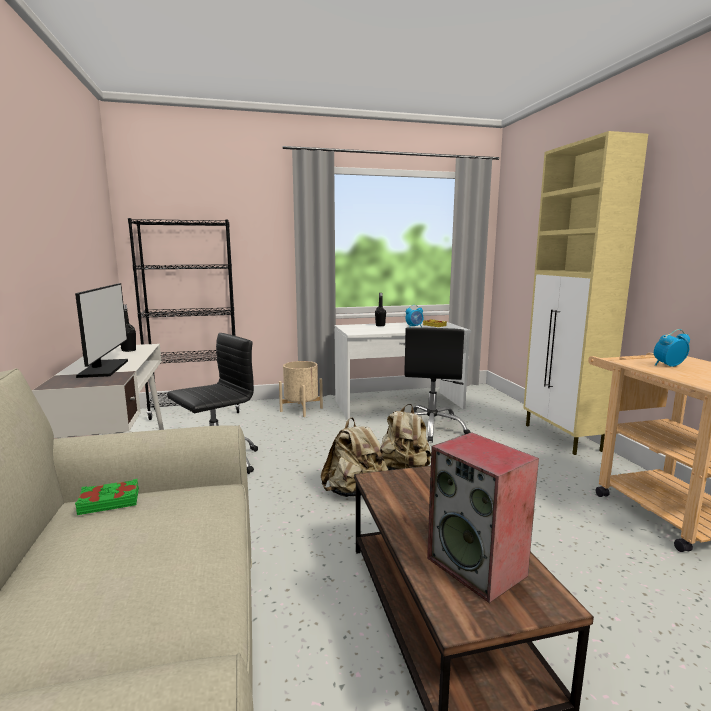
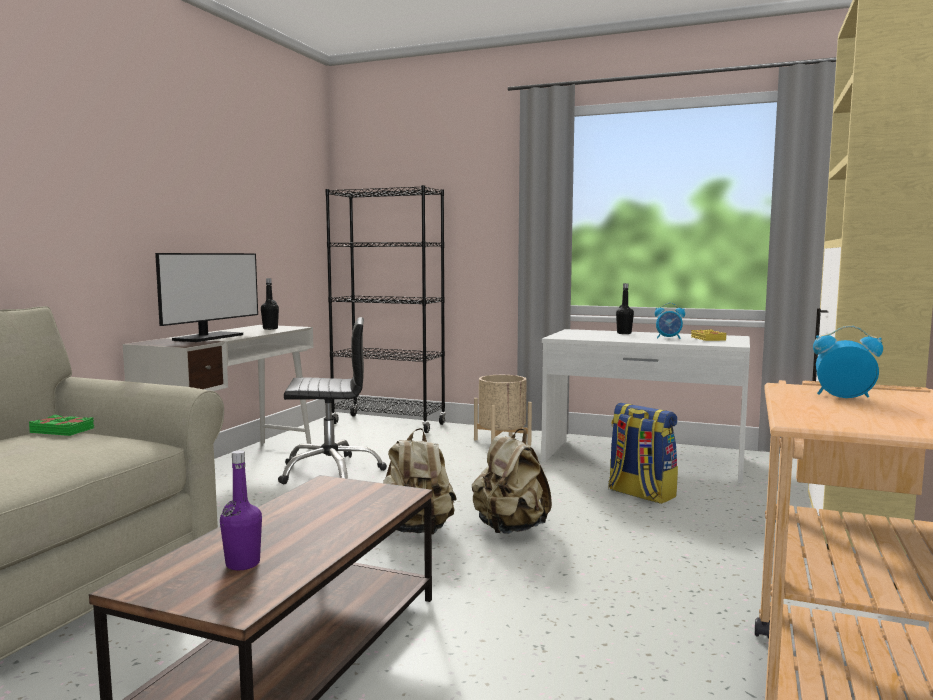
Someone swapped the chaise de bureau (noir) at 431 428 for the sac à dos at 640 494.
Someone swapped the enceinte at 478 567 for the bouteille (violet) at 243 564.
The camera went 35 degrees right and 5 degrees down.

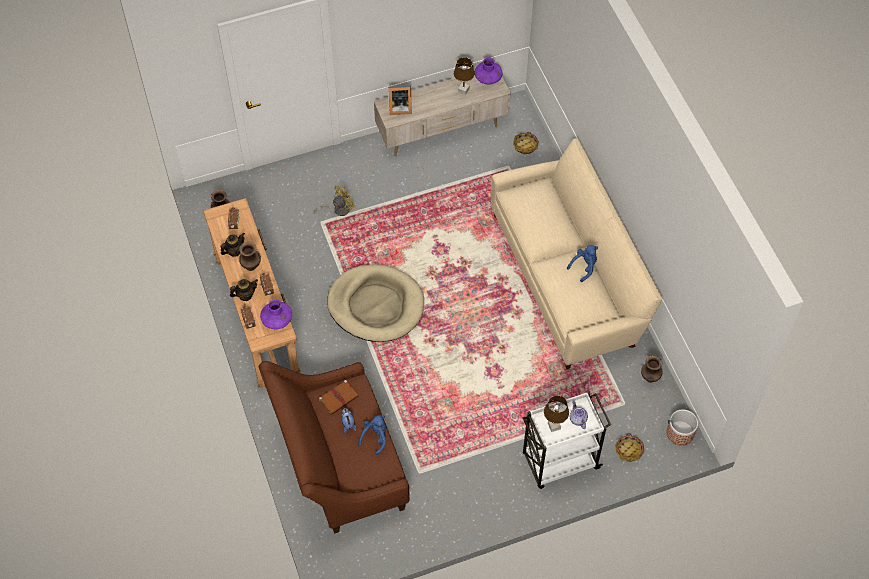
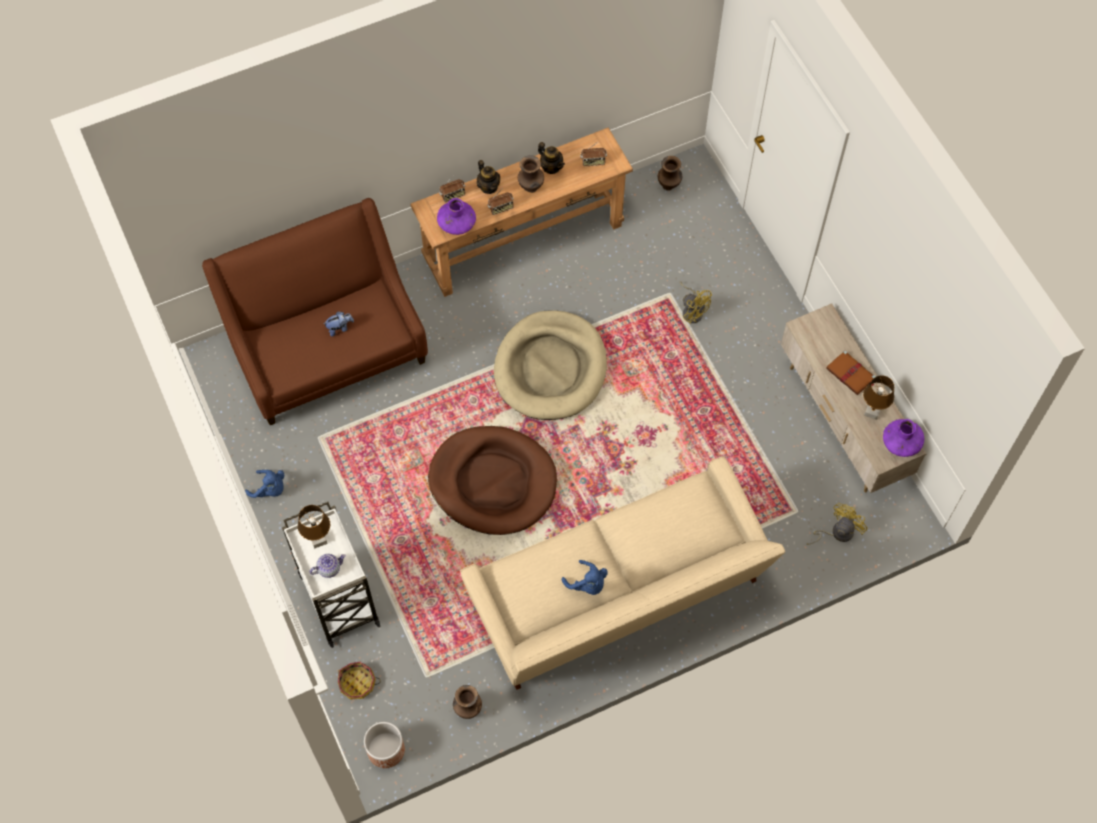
Someone took away the cadre photo at 399 107.
Someone put down the panier pour chien (marron) at 493 482.
Someone carried the livre (marron) from 339 397 to 851 374.
Someone carried the peluche (bleu) from 375 437 to 270 489.
Someone swapped the panier at 525 146 for the ventilateur (jaune) at 837 532.
The camera went 85 degrees right and 5 degrees up.

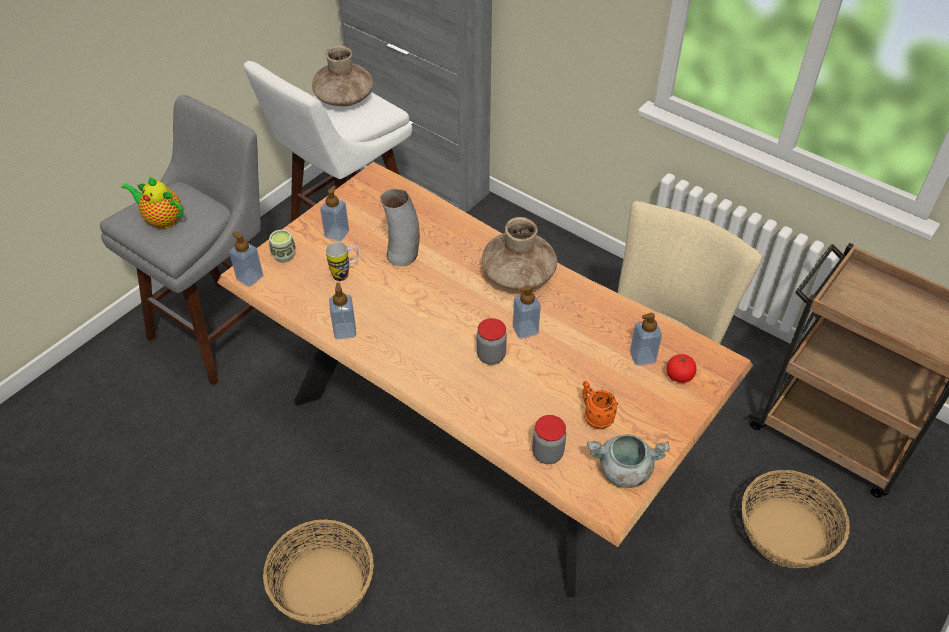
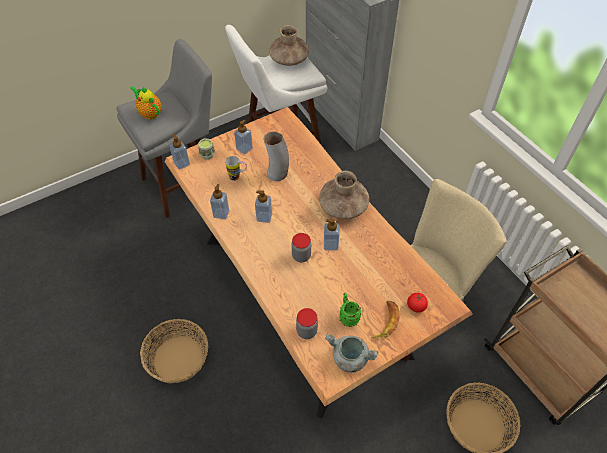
Someone put down the banane at 385 321.
Someone carried the distributeur de savon from 642 357 to 264 217.
Someone repainted the mug (orange) at 594 416, which became the mug (vert) at 348 316.
The camera went 20 degrees right and 5 degrees up.

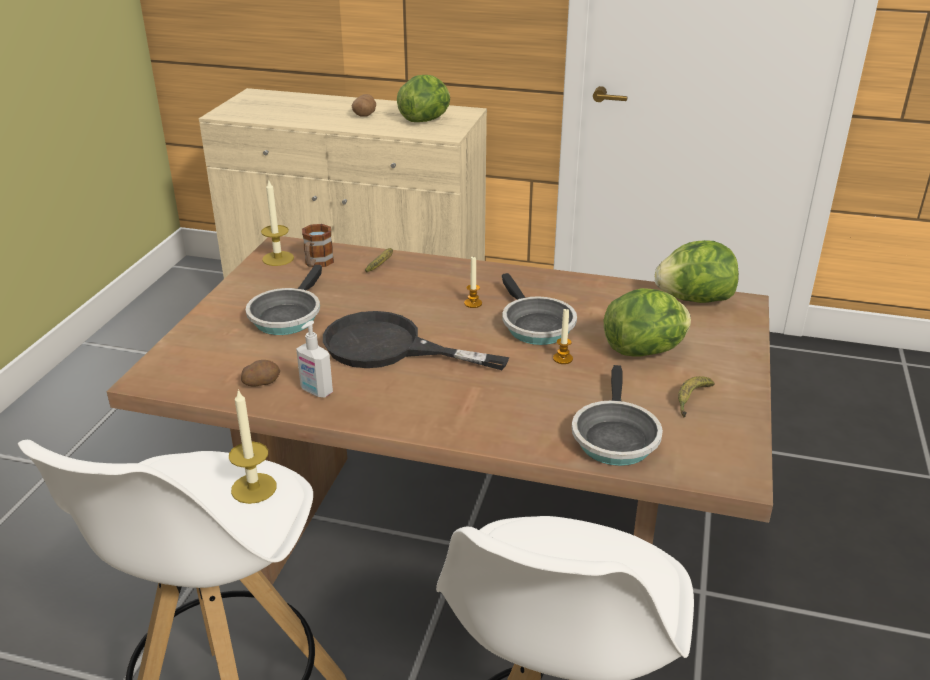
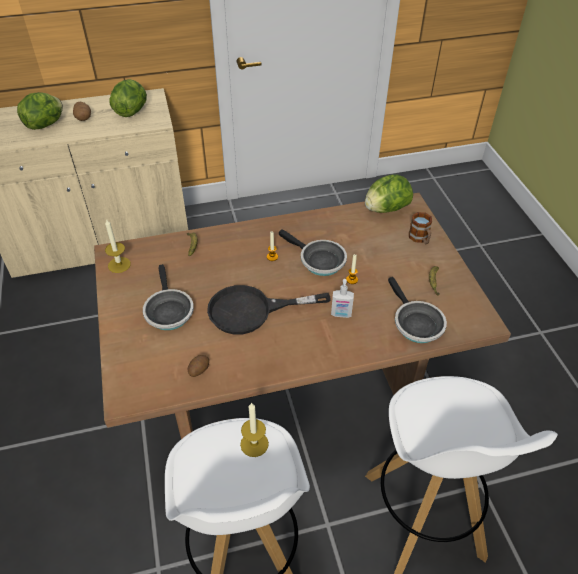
Someone carried the distributeur de savon from 316 391 to 341 314.
Someone carried the mug from 317 263 to 420 239.
Someone carried the laitue from 645 351 to 45 124.
The camera went 30 degrees left and 15 degrees up.

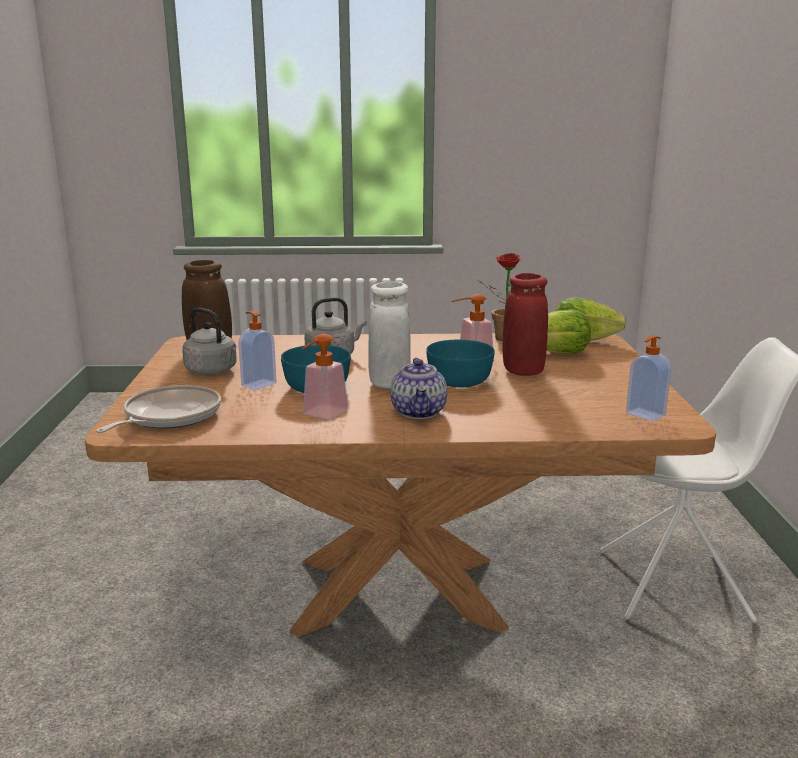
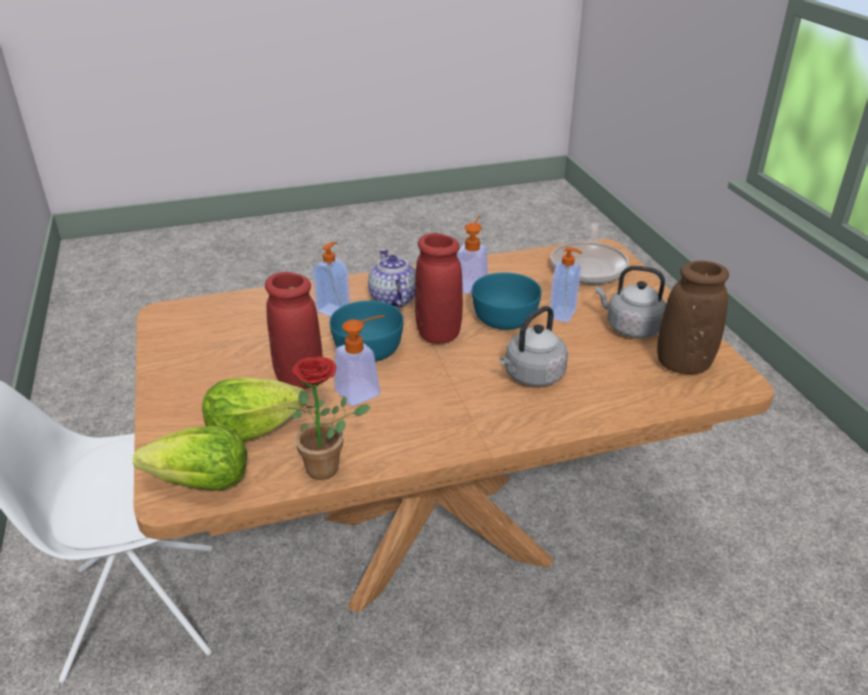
Someone carried the distributeur de savon from 644 415 to 334 310.
Someone repainted the vase (blanc) at 389 384, which became the vase (rouge) at 438 334.
The camera went 165 degrees right and 15 degrees up.

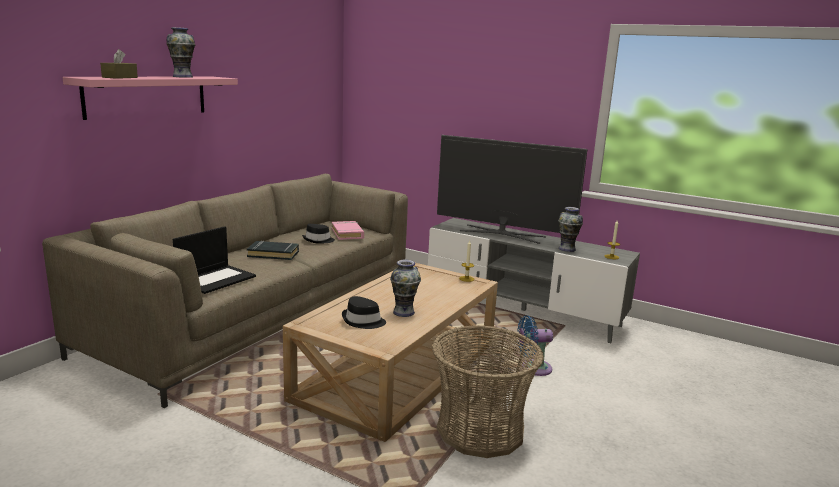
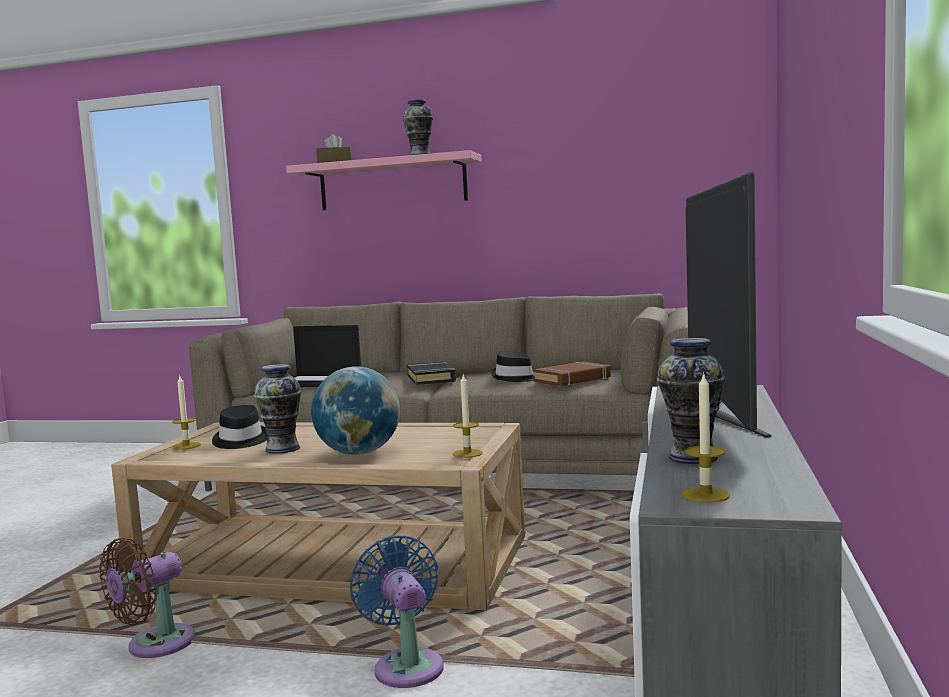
Someone put down the bougie at 186 446.
Someone put down the globe at 359 453.
Someone swapped the panier at 480 430 for the ventilateur (marron) at 154 645.
Someone repainted the livre (rose) at 347 233, which became the livre (marron) at 572 379.
The camera went 75 degrees right and 10 degrees down.

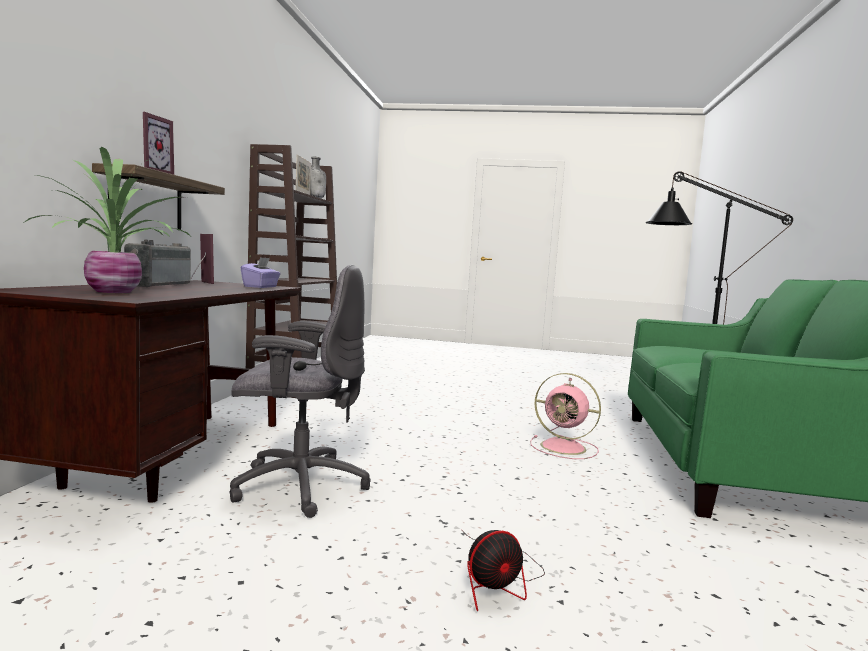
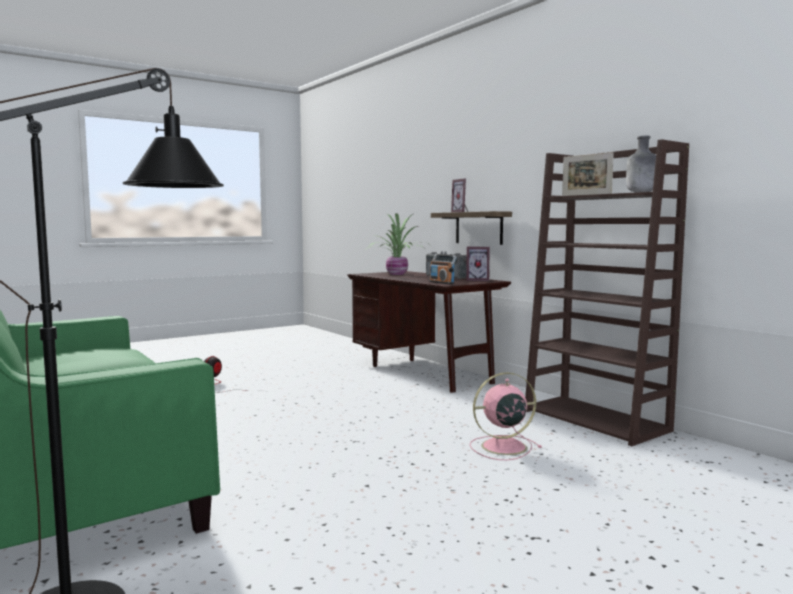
Someone took away the chaise de bureau (gris) at 298 486.
Someone carried the ventilateur (rose) from 565 447 to 502 447.
Someone swapped the boîte à mouchoirs (violet) at 261 287 for the radio at 442 282.
The camera went 135 degrees right and 0 degrees up.

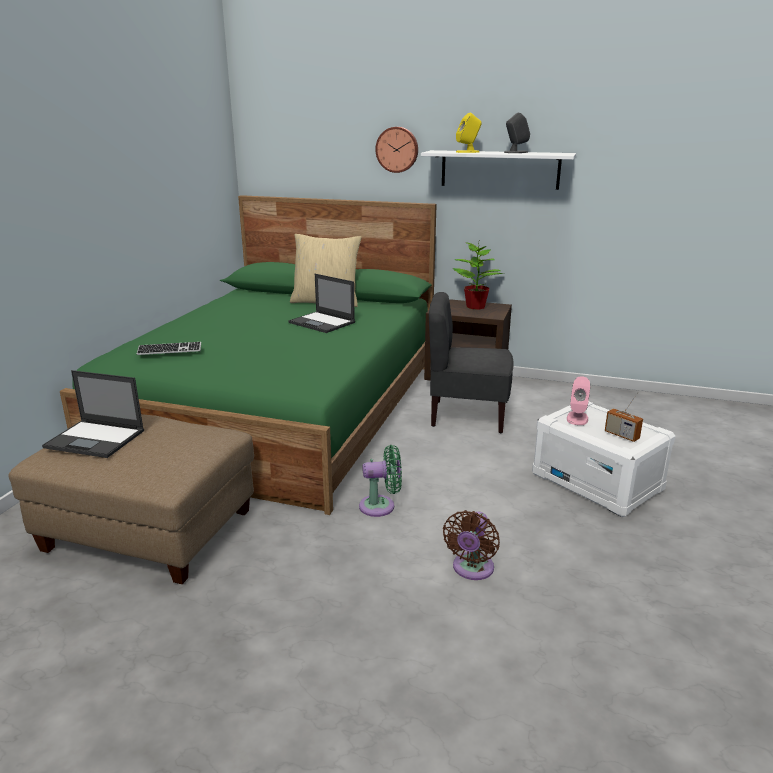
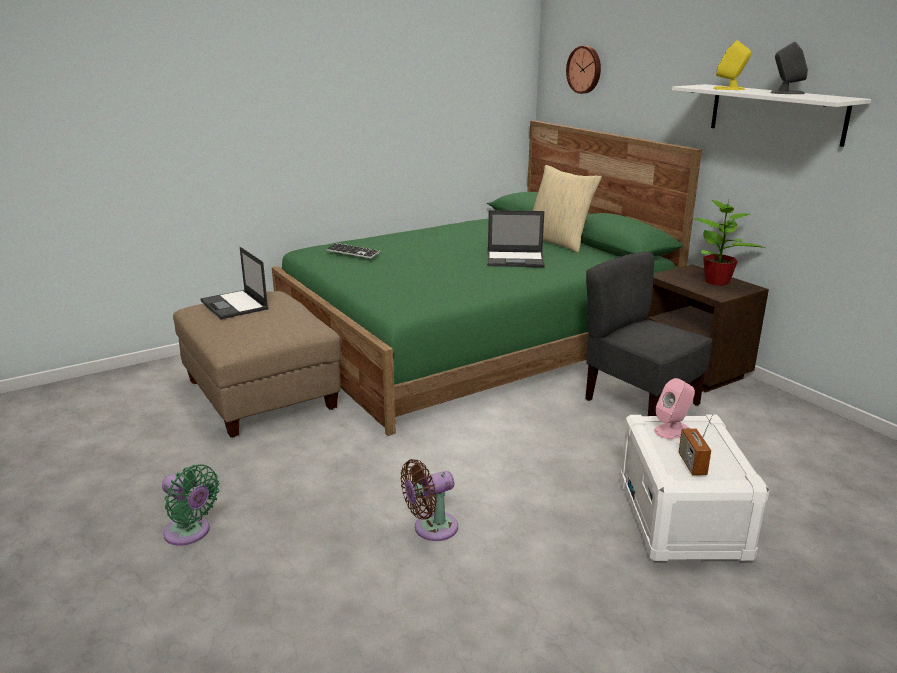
Someone carried the ventilateur (vert) from 381 506 to 190 533.
Someone carried the horloge murale from 397 149 to 585 69.
Someone rotated the ordinateur portable at 322 323 by 75 degrees counterclockwise.
The camera went 40 degrees right and 0 degrees up.

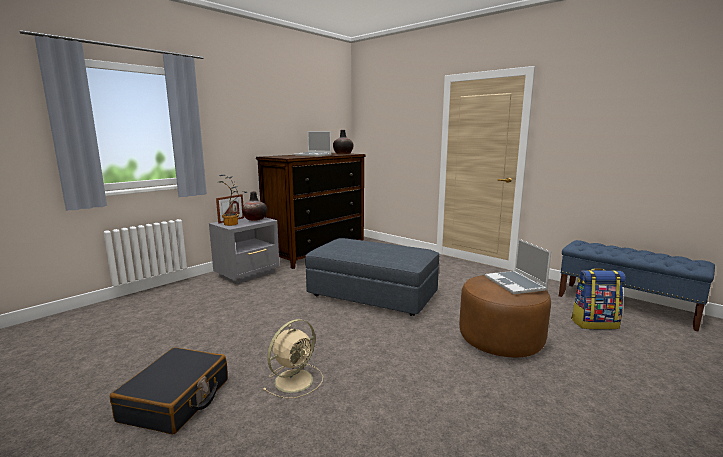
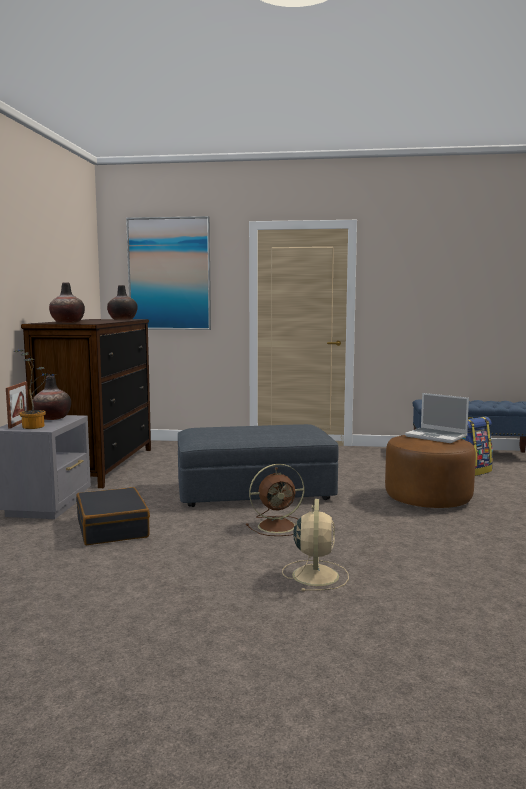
Someone took away the ordinateur portable at 314 155.
Someone put down the vase at 67 322.
Someone put up the tableau at 169 274.
Someone put down the ventilateur (marron) at 278 526.
Someone carried the valise (noir) from 176 400 to 113 528.
The camera went 35 degrees left and 5 degrees down.

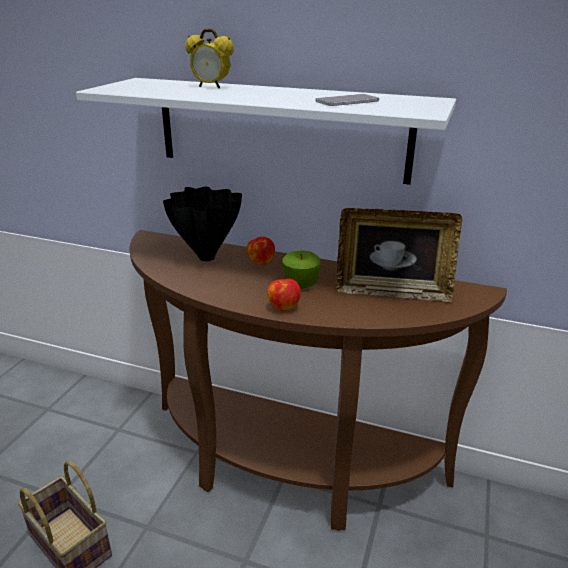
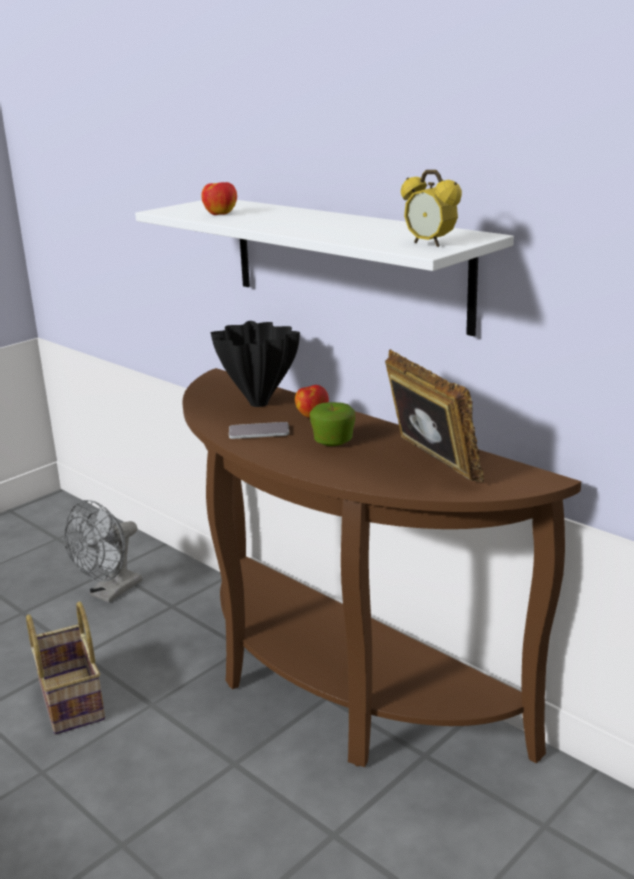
Someone put down the ventilateur (gris) at 110 593.
Someone carried the réveil from 211 87 to 430 244.
Someone carried the pomme from 283 307 to 220 214.
Someone carried the téléphone from 347 102 to 259 432.
Someone rotated the cadre photo at 392 292 by 150 degrees counterclockwise.
The camera went 25 degrees right and 5 degrees down.

